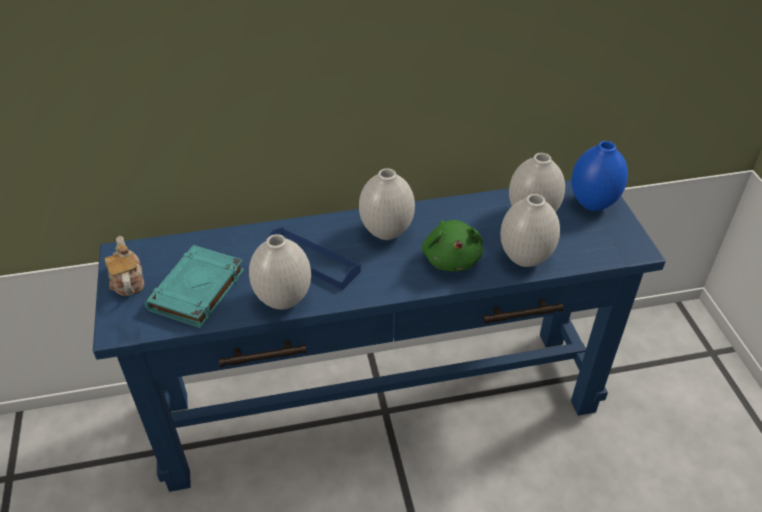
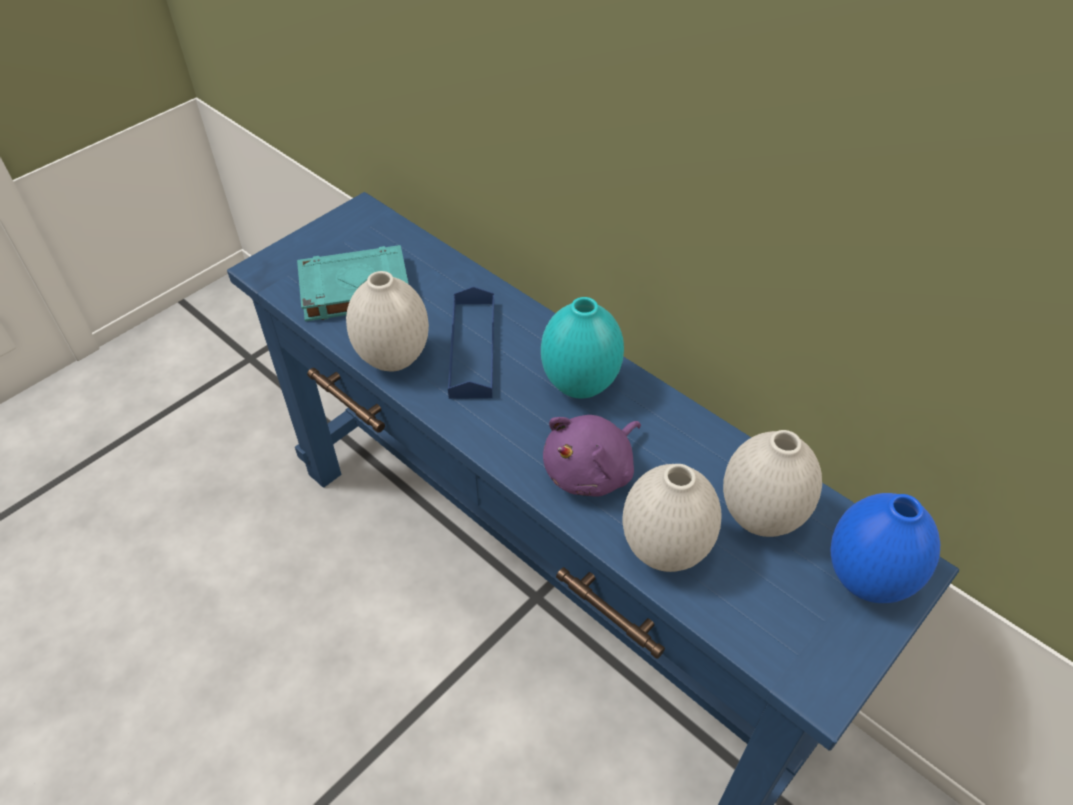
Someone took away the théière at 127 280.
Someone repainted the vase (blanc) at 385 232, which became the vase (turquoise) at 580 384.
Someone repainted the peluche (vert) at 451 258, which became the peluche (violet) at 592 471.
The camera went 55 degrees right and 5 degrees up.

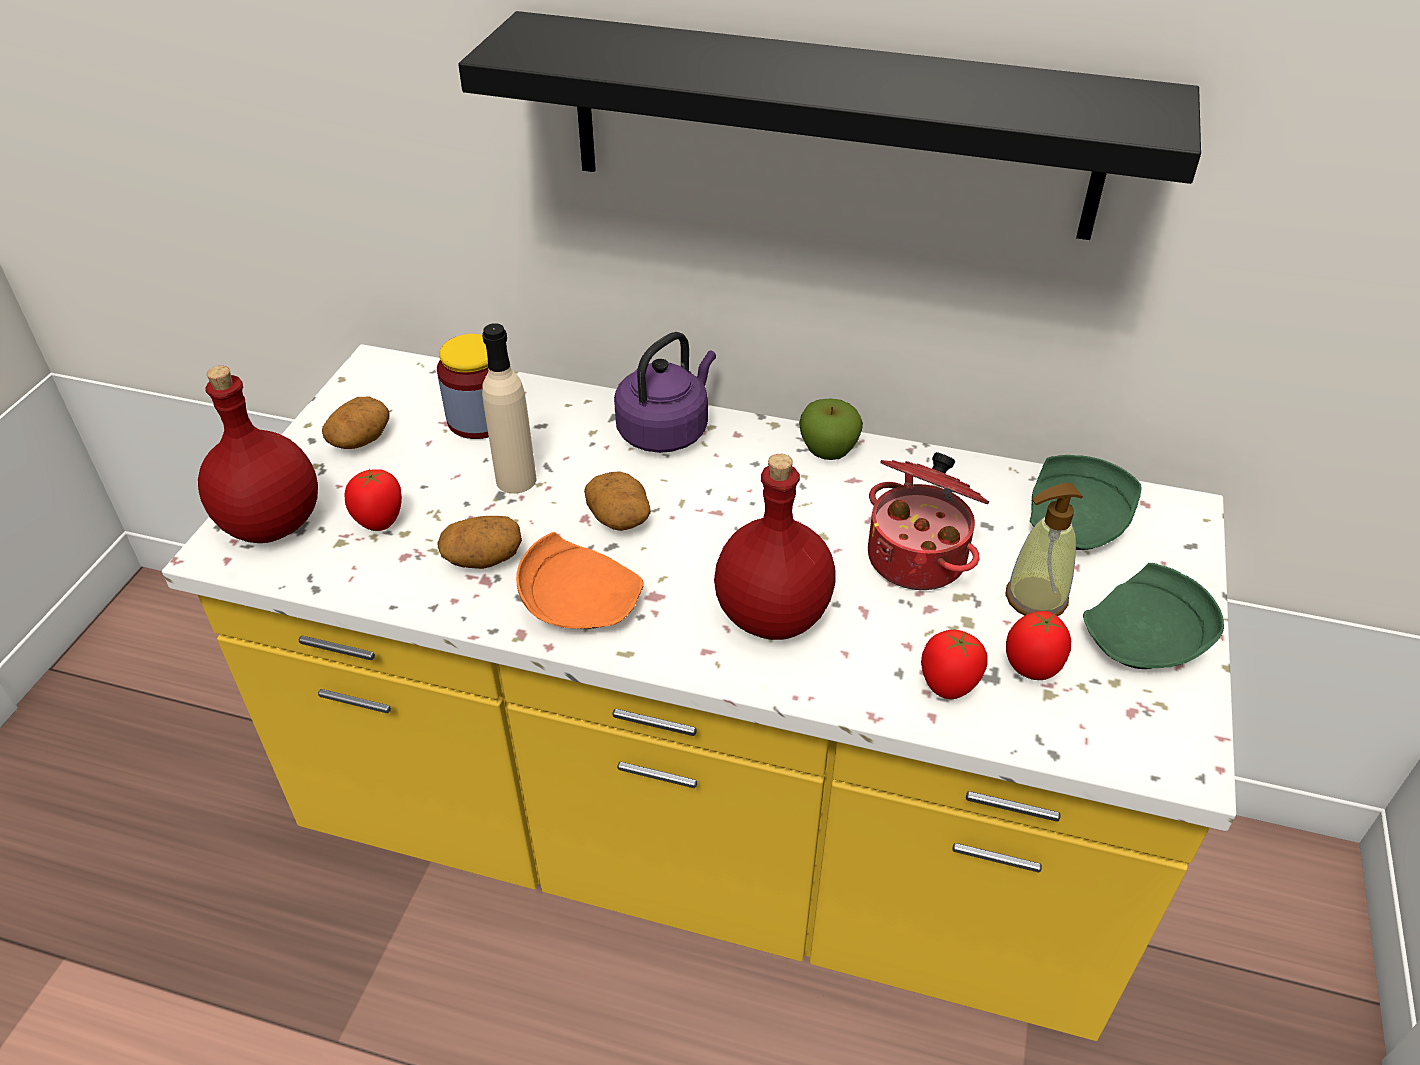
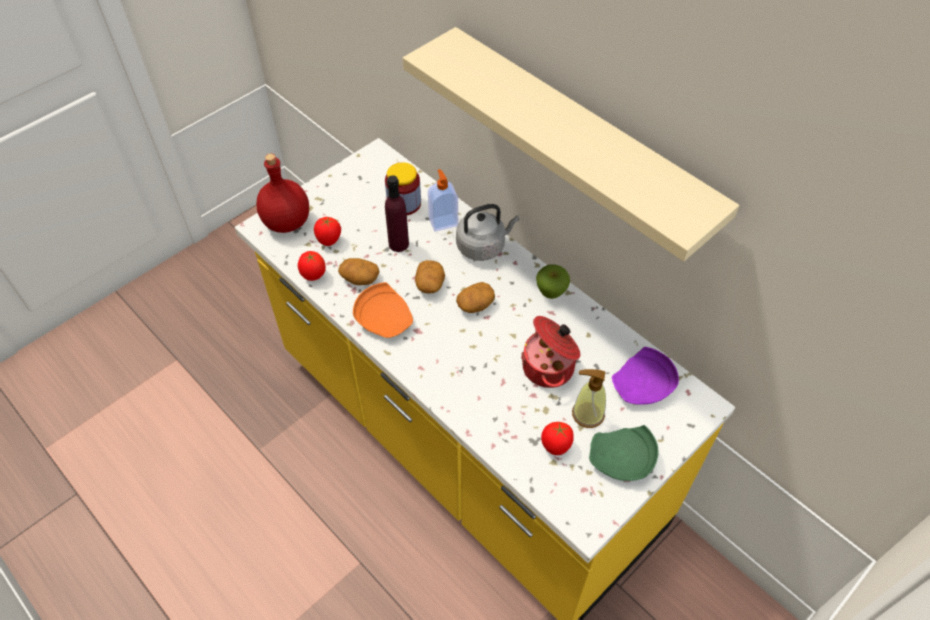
Someone took away the bouteille (rouge) at 771 614.
Someone put down the distributeur de savon at 443 222.
Someone carried the pomme de terre from 360 439 to 475 305.
Someone carried the tomate from 948 688 to 313 276.
Someone repainted the étagère (noir) at 831 127, which became the étagère (beige) at 579 141.
Someone repainted the bouteille (beige) at 516 480, which became the bouteille (violet) at 398 244.
Someone repainted the bouilloire (violet) at 666 430, which became the bouilloire (gris) at 483 246.
Someone repainted the assiette (vert) at 1077 523, which became the assiette (violet) at 643 386.
The camera went 30 degrees right and 10 degrees up.

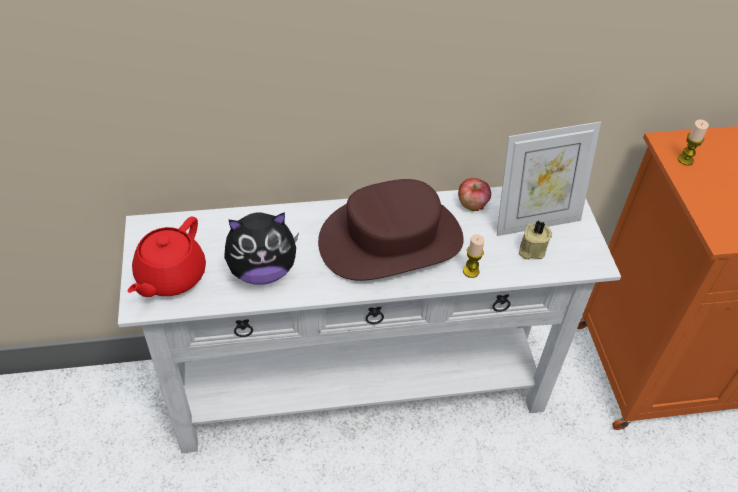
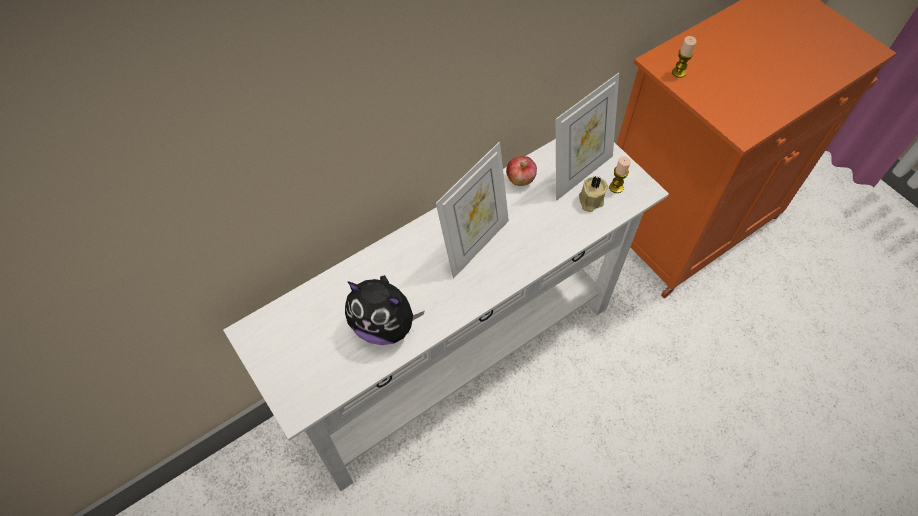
Someone took away the théière (rouge) at 170 277.
Someone carried the bougie from 471 271 to 616 187.
Someone swapped the chapeau (marron) at 391 239 for the cadre photo at 474 243.
Someone rotated the peluche at 262 271 by 60 degrees clockwise.
The camera went 25 degrees left and 10 degrees up.

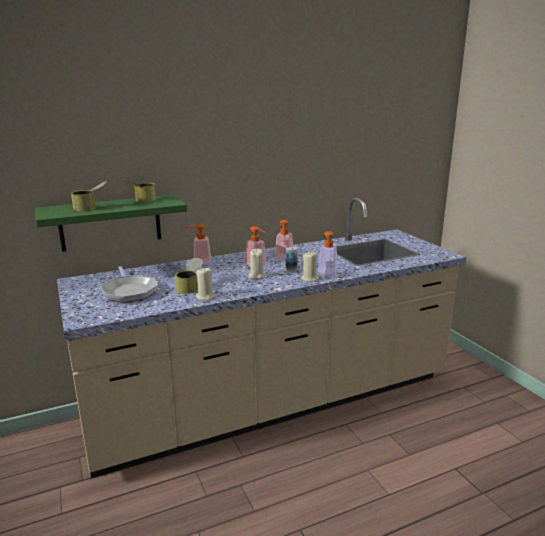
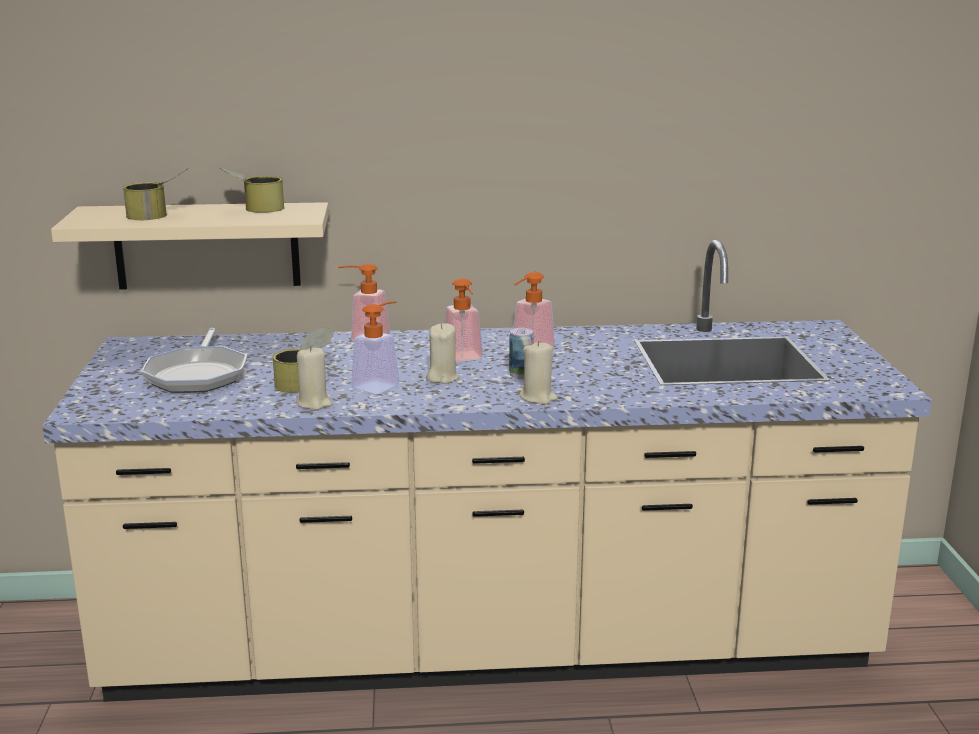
Someone carried the distributeur de savon from 328 269 to 381 385.
Someone repainted the étagère (vert) at 110 223, which became the étagère (beige) at 207 246.
The camera went 20 degrees right and 0 degrees up.

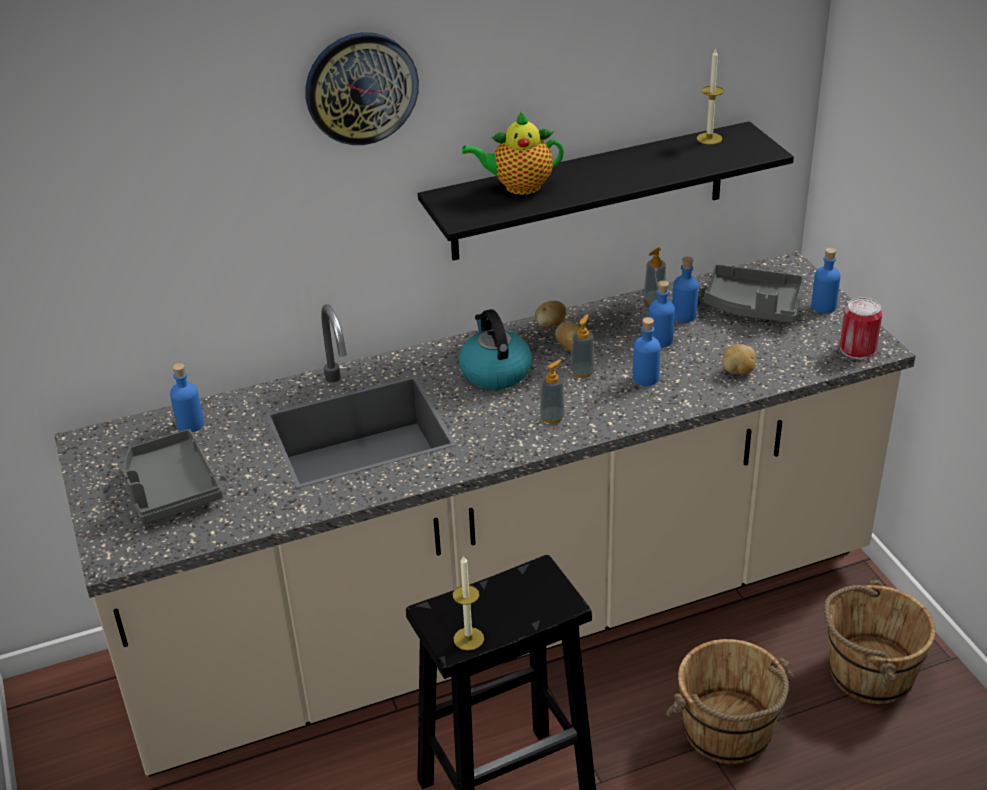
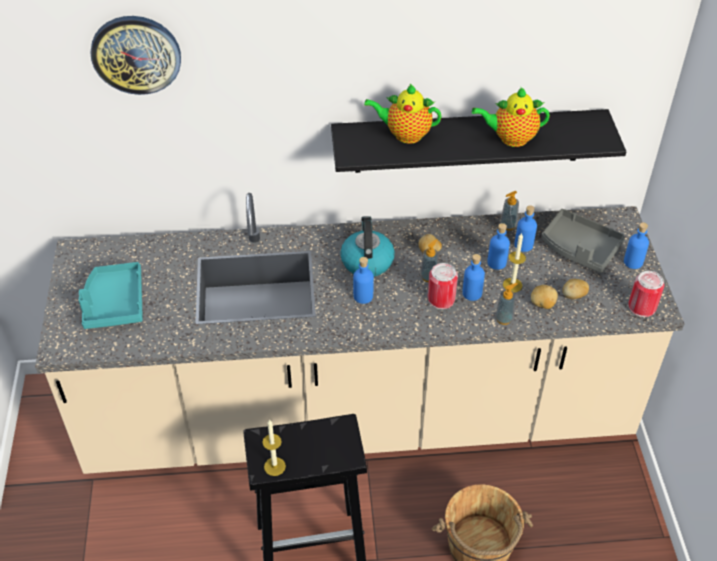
Someone took away the seau (marron) at 869 672.
Someone put down the boîte métallique at 441 299.
Someone put down the théière at 510 138.
Someone carried the bouteille (bleu) from 190 424 to 363 296.
Someone carried the horloge murale from 361 88 to 136 54.
Someone carried the pomme de terre from 550 325 to 573 296.
Someone carried the distributeur de savon from 552 417 to 504 319.
Someone carried the bougie from 709 138 to 512 285.
Someone repainted the plateau (gris) at 170 489, which became the plateau (turquoise) at 114 303.
The camera went 15 degrees right and 10 degrees up.

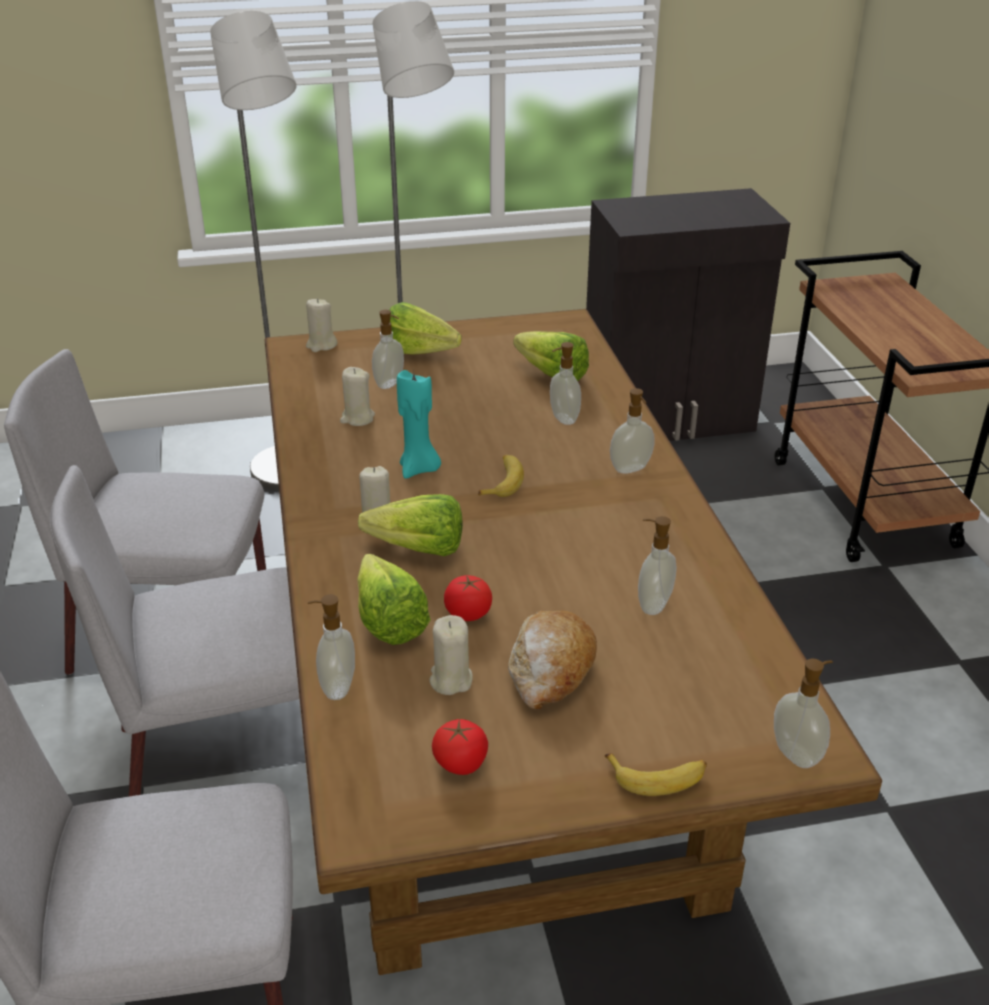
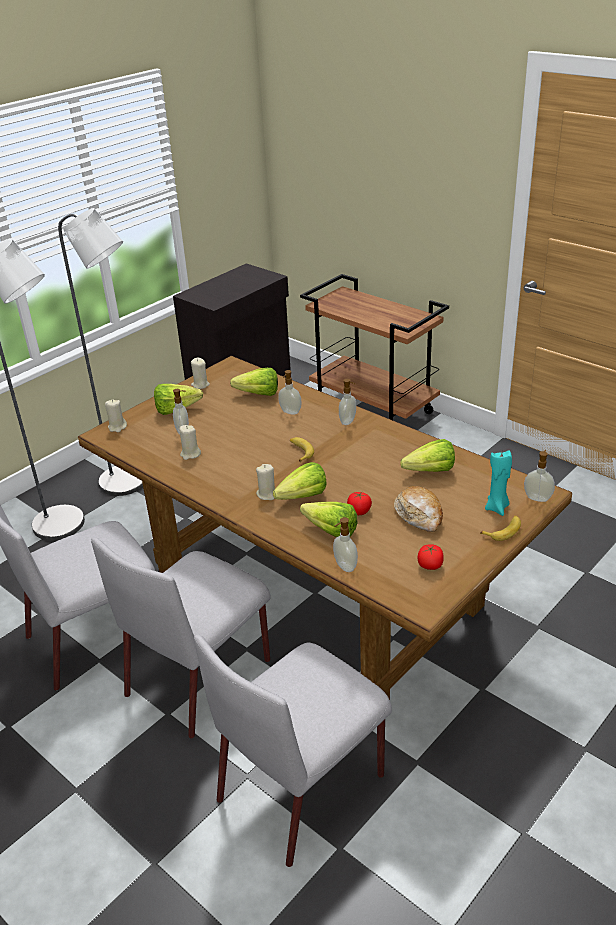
Someone carried the bougie (turquoise) from 419 469 to 497 507.
Someone carried the bougie (beige) from 450 679 to 200 385.
Someone swapped the distributeur de savon at 652 604 for the laitue at 425 471.
The camera went 35 degrees left and 0 degrees up.

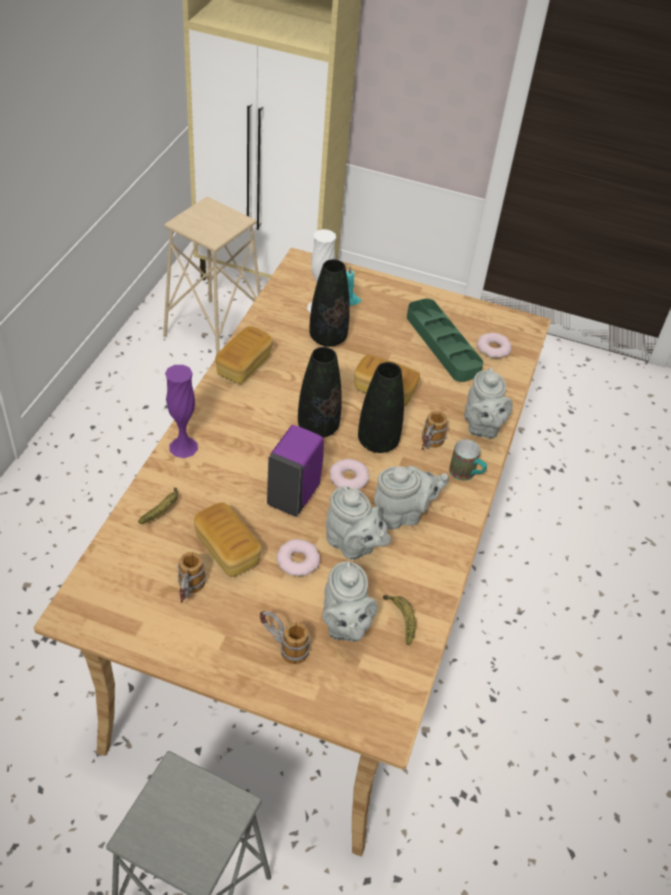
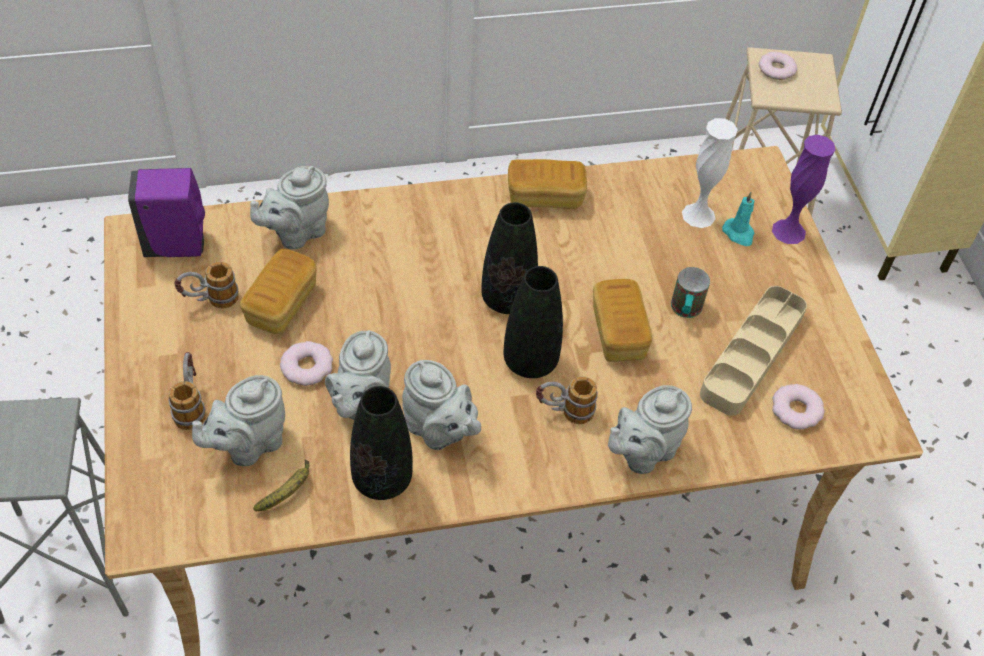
Someone carried the vase (violet) from 183 447 to 788 231.
Someone carried the distributeur de savon (violet) from 294 495 to 179 246.
Someone carried the vase (noir) from 327 338 to 382 479.
Someone carried the beignet from 348 478 to 776 69.
Someone carried the mug from 466 474 to 685 311.
Someone swapped the banane at 163 510 for the théière (gris) at 296 233.
Someone repainted the plateau (vert) at 442 344, which became the plateau (beige) at 752 355.
The camera went 60 degrees right and 5 degrees up.

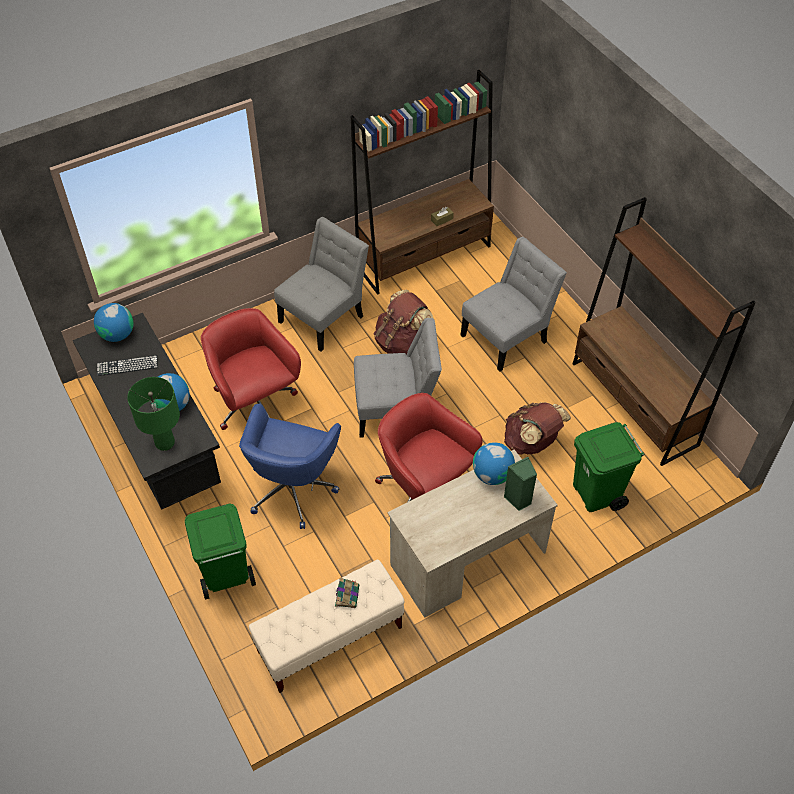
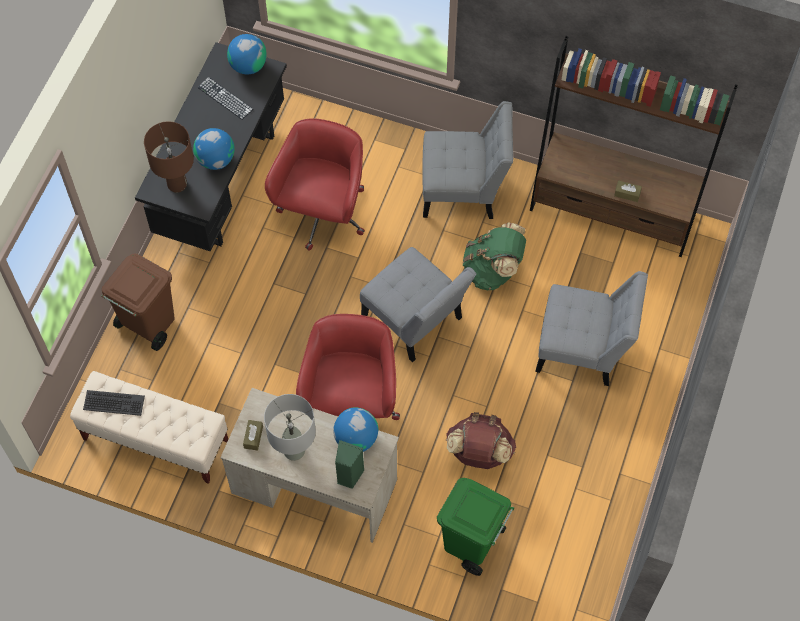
Someone took away the chaise de bureau (bleu) at 293 488.
Someone took away the livre at 347 595.
Someone took away the bibliothèque (marron) at 634 404.
Someone put down the clavier at 113 403.
Someone put down the boîte à mouchoirs (marron) at 253 437.
Someone put down the lampe de table (gris) at 294 451.
Someone repainted the lampe de table (vert) at 164 443, which became the lampe de table (marron) at 176 185.
Someone repainted the poubelle (vert) at 226 577, which became the poubelle (marron) at 148 324.
Someone repainted the sac à dos (marron) at 401 342, which became the sac à dos (vert) at 493 270.
The camera went 50 degrees right and 10 degrees up.

